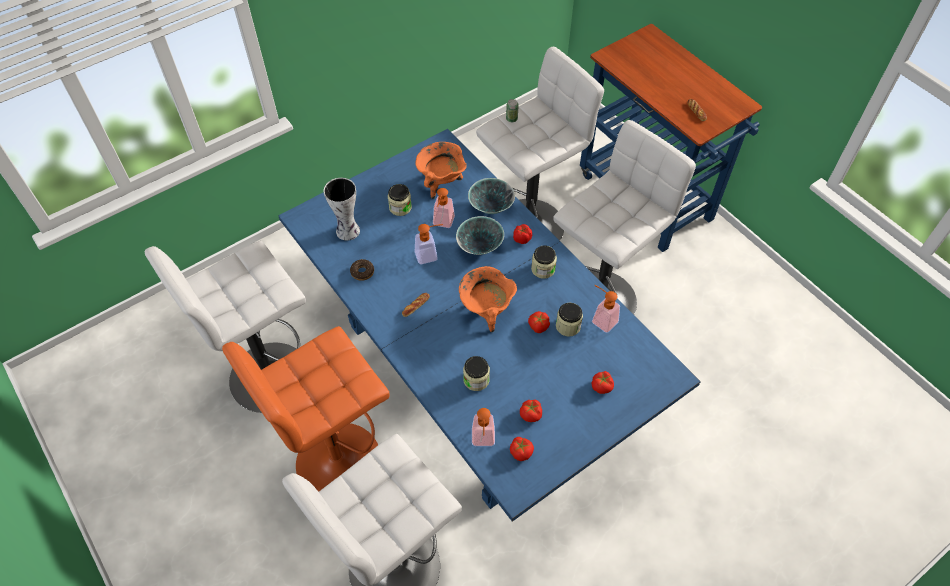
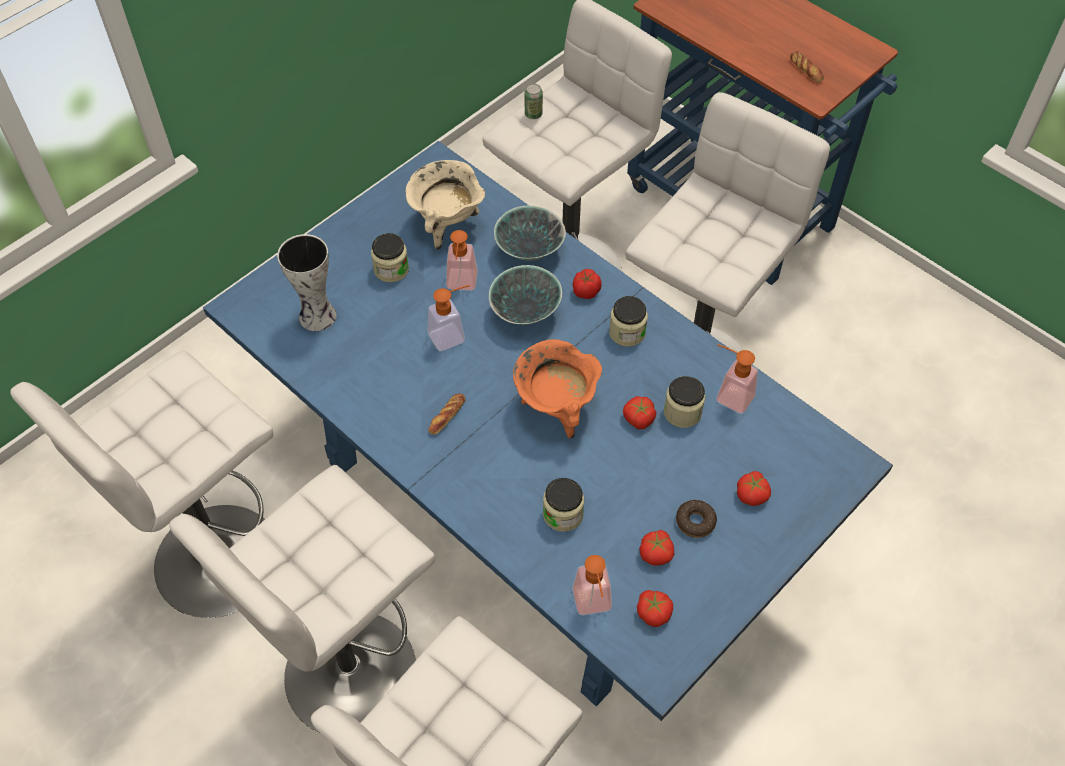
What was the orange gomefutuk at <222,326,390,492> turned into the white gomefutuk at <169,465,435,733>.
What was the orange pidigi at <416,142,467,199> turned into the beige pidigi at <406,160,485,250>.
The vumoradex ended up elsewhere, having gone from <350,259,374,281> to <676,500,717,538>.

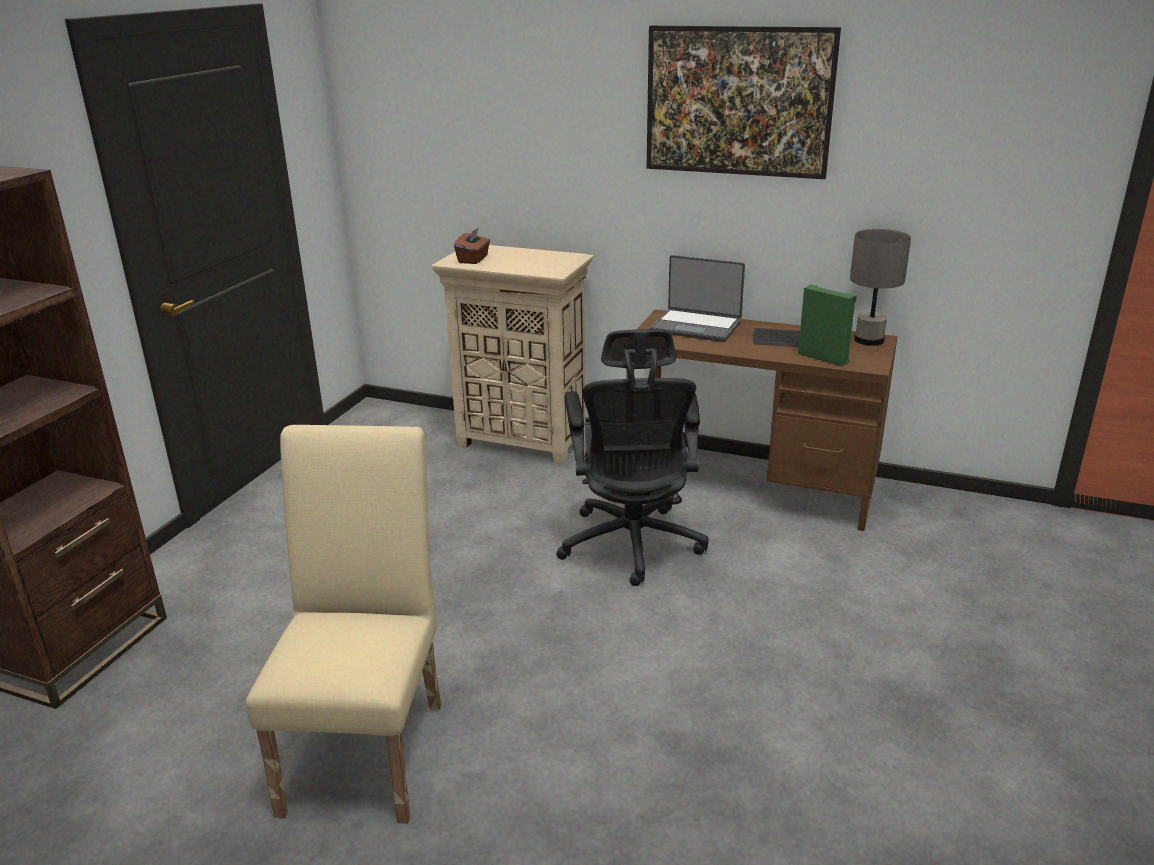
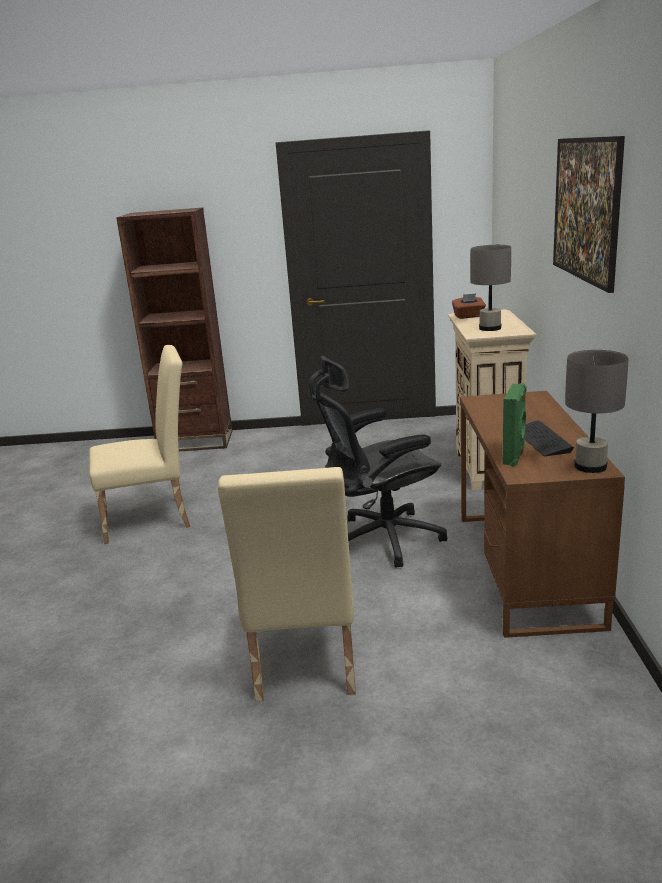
The second view gained the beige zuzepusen at <218,467,356,701>.
The second view gained the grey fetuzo at <470,245,511,331>.
The second view lost the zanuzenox at <650,255,745,342>.

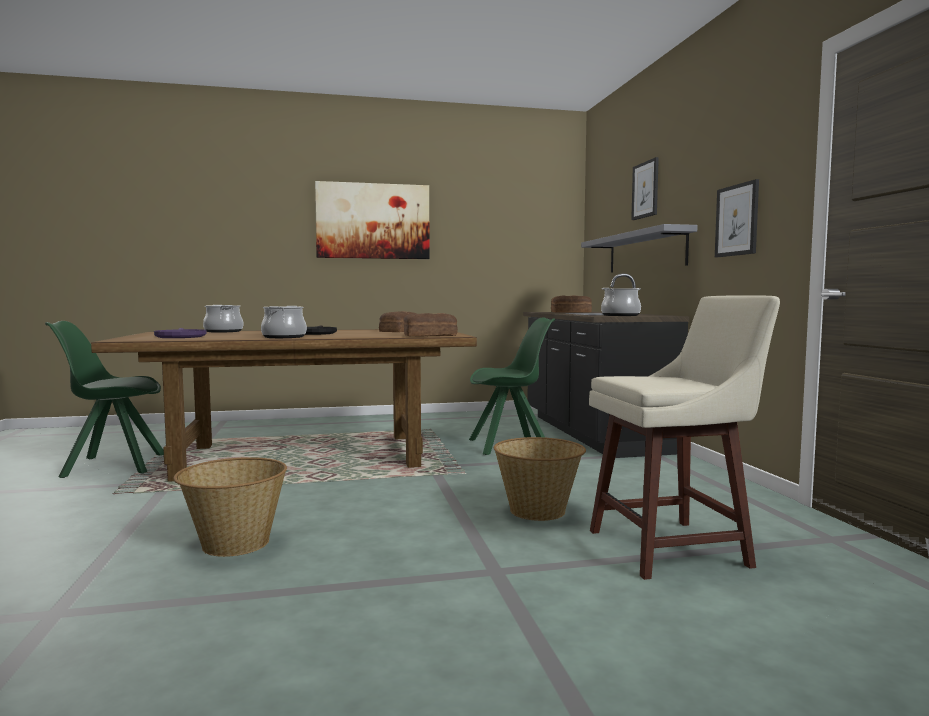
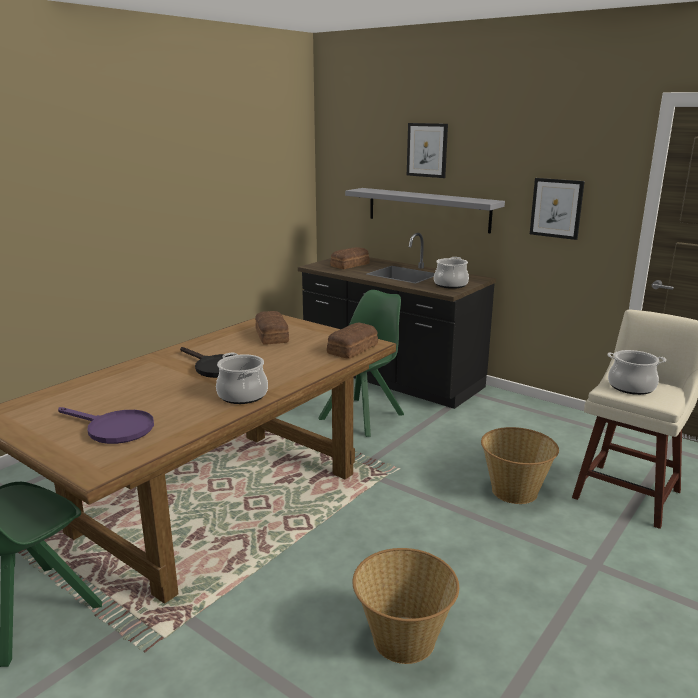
The pidigi ended up elsewhere, having gone from <203,305,243,333> to <608,350,666,395>.
The second view lost the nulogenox at <315,181,430,259>.

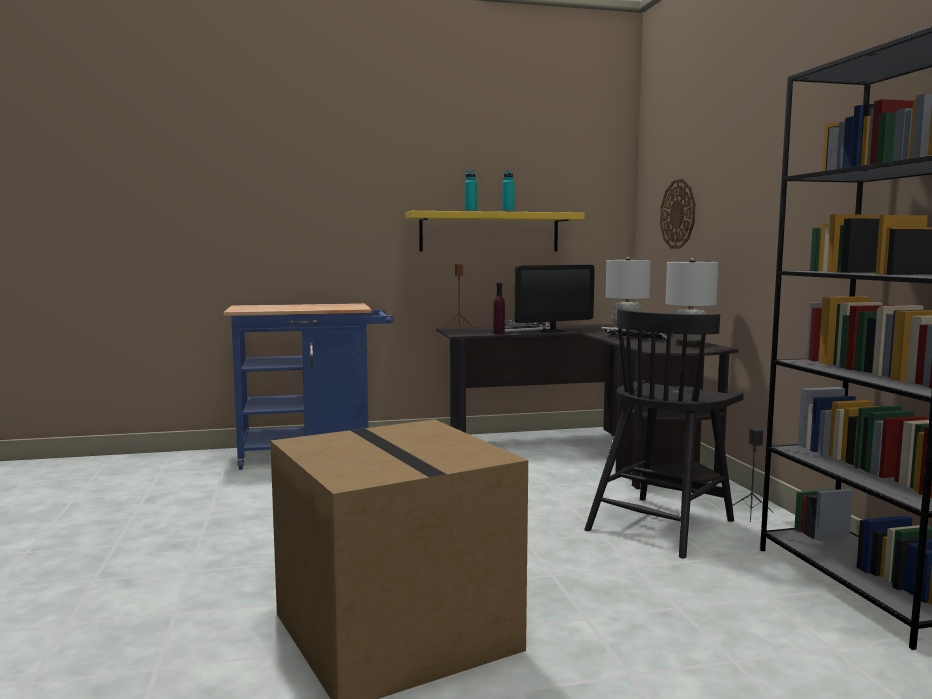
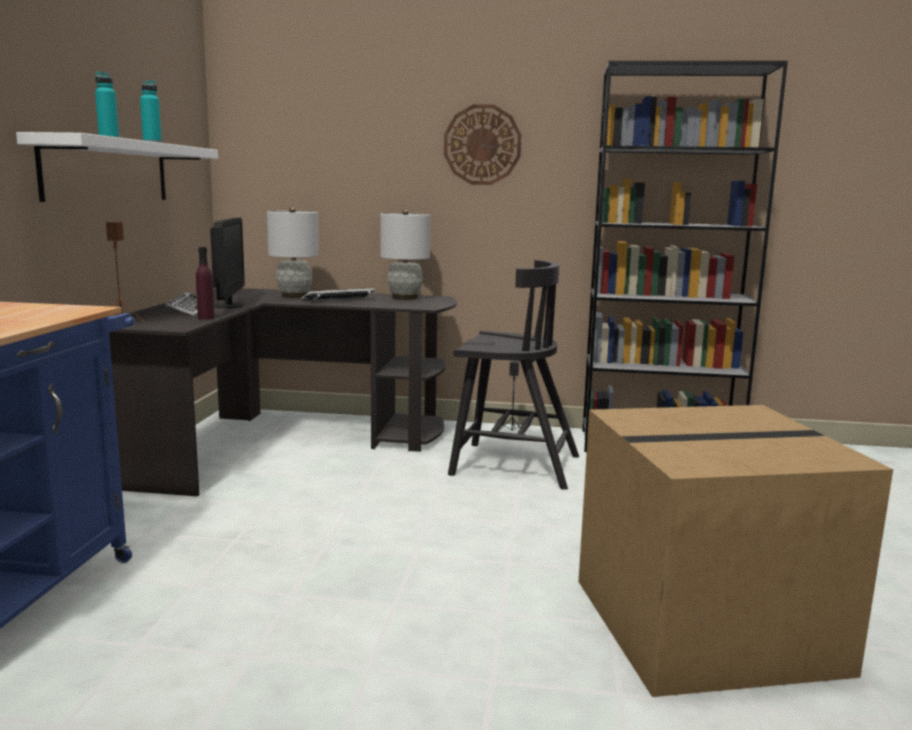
What was the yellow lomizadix at <405,211,585,252> turned into the white lomizadix at <16,132,218,202>.
The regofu ended up elsewhere, having gone from <660,179,695,249> to <444,104,521,185>.
The black zuzepusen at <584,308,744,559> ended up facing another way, 45 degrees counterclockwise from before.

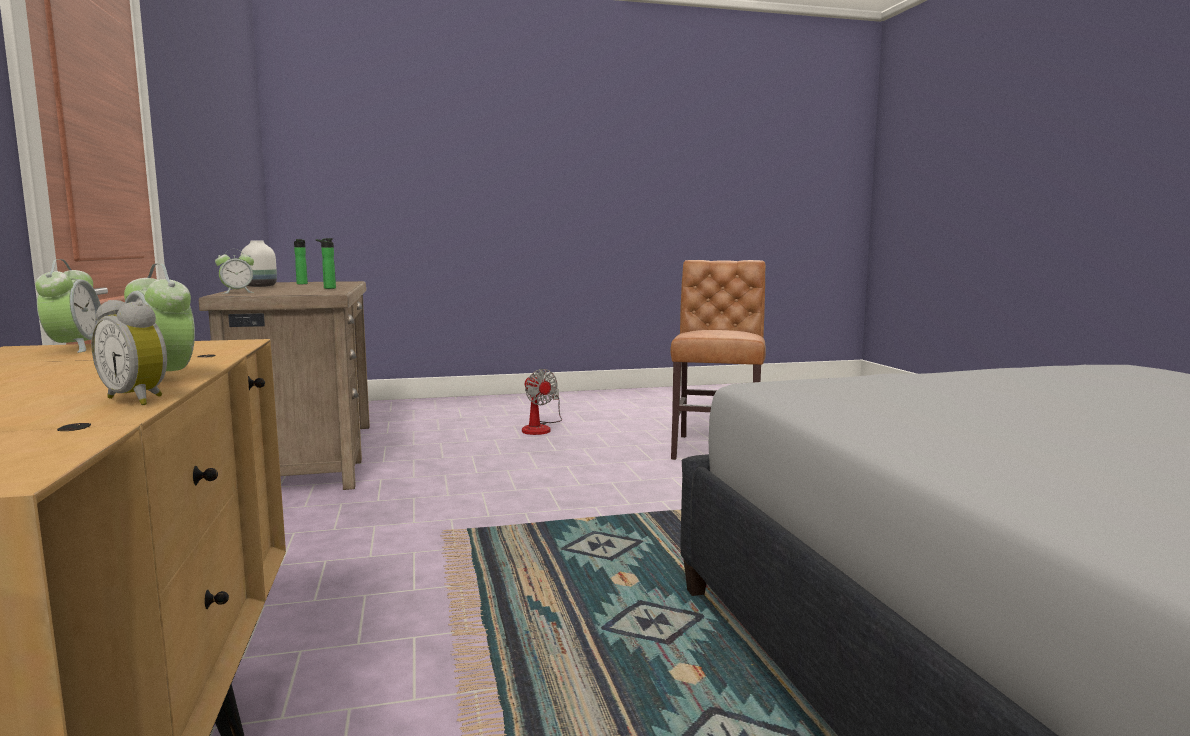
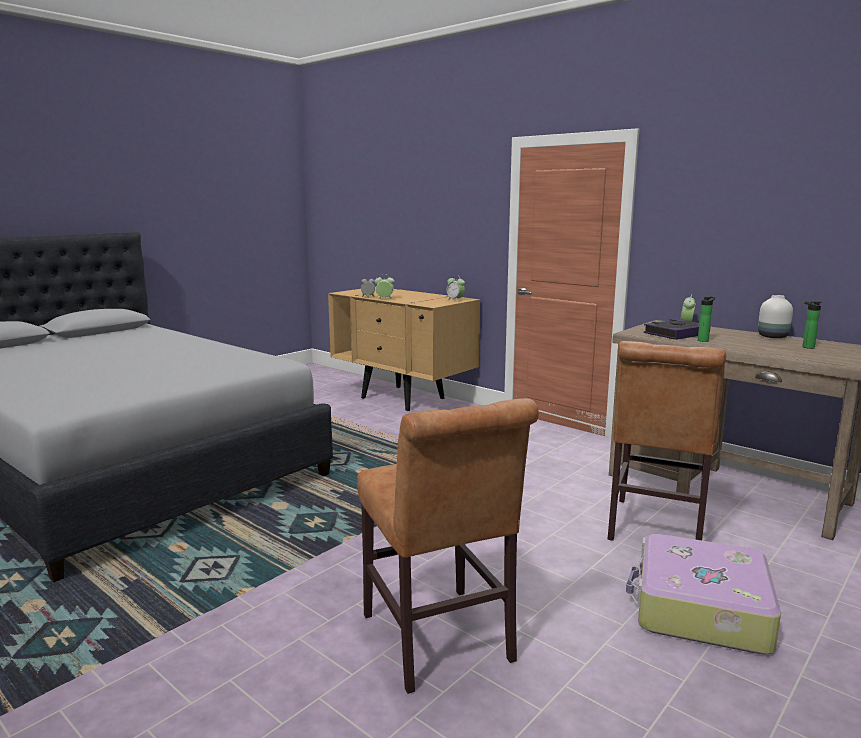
The second view gained the brown zuzepusen at <608,341,726,541>.
Where the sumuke stood at <522,369,562,435>, the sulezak came to stand at <626,534,781,654>.
The second view gained the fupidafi at <643,319,710,340>.

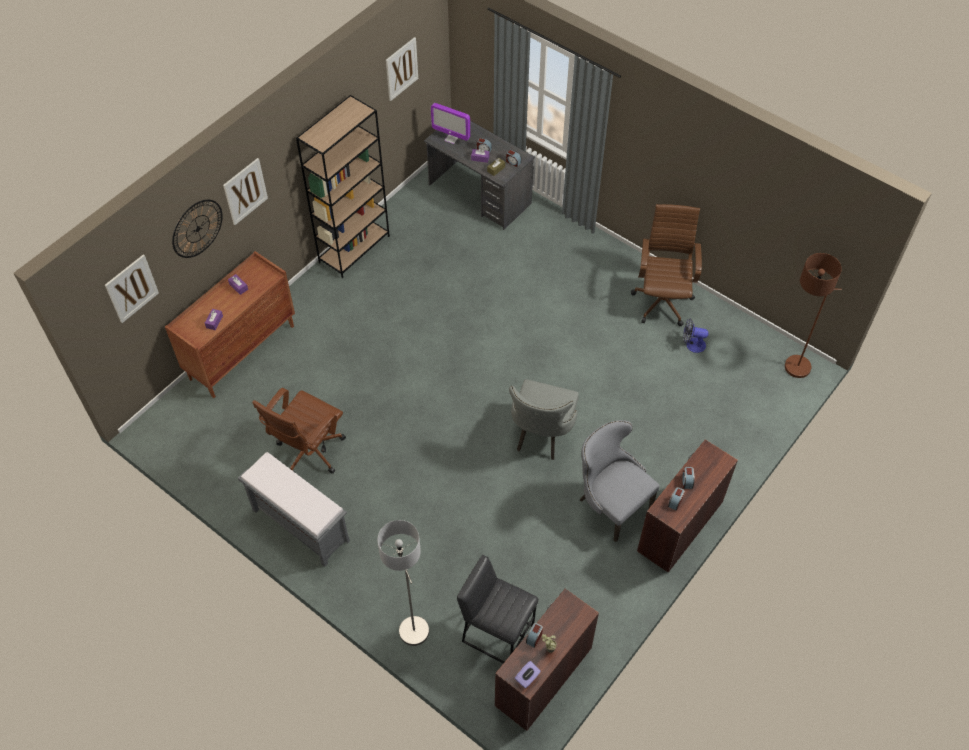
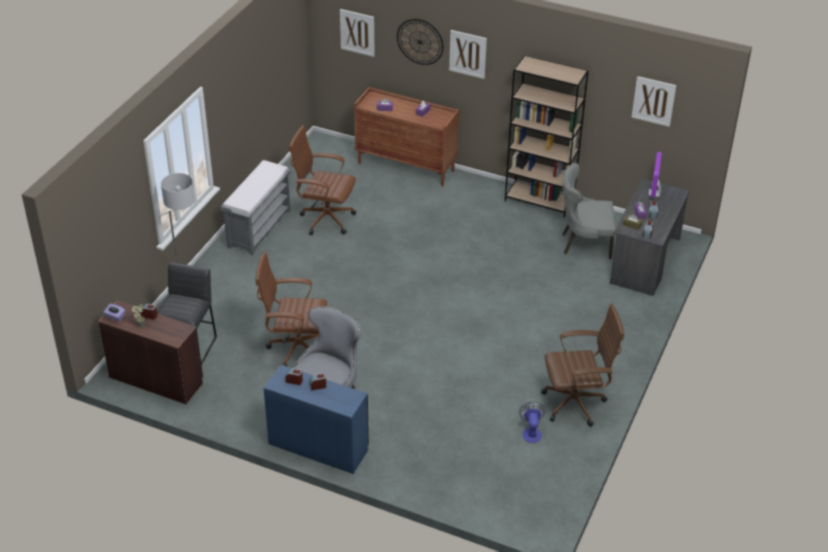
The second view gained the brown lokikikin at <256,251,327,367>.
What was the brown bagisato at <637,440,738,573> turned into the blue bagisato at <263,365,369,474>.
The grey zuzepusen ended up elsewhere, having gone from <509,379,579,460> to <562,163,616,259>.
The second view lost the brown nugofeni at <785,253,842,378>.

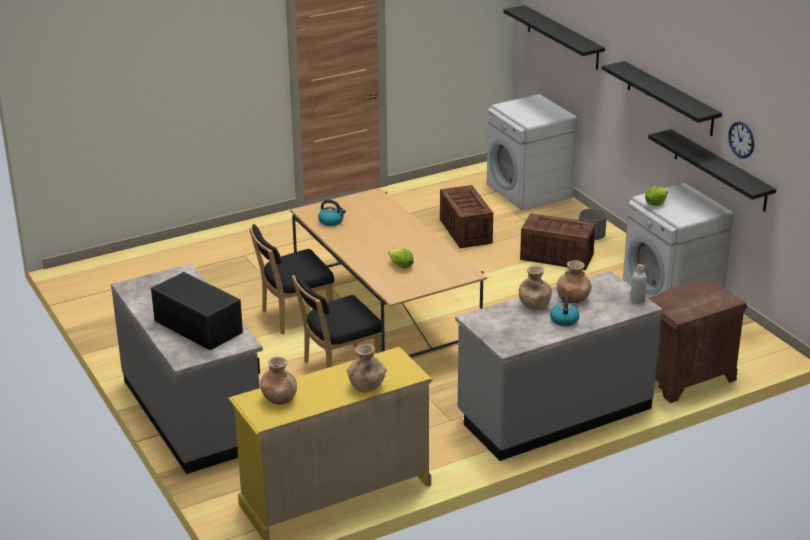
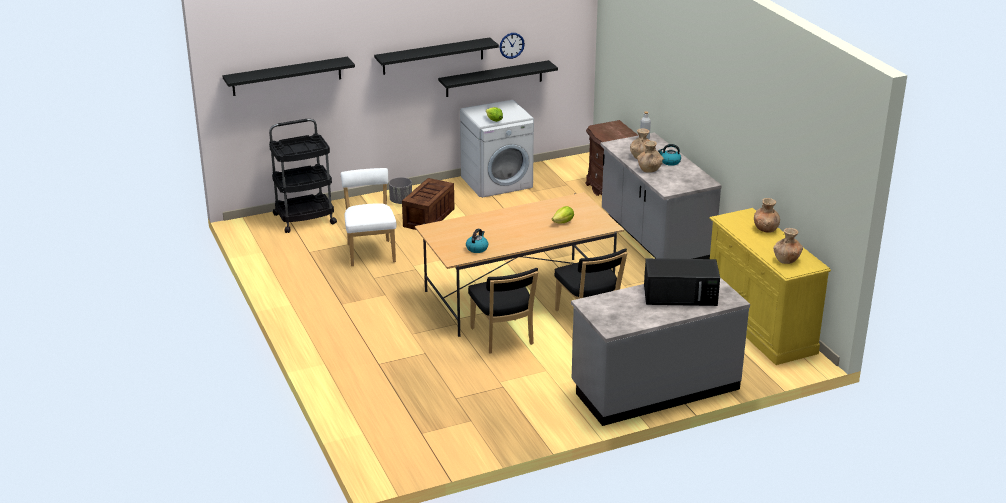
Where the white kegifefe stood at <487,94,577,210>, the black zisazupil came to stand at <269,119,337,233>.
Where the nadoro stood at <440,185,493,248>, the white zuzepusen came to stand at <341,168,396,266>.
The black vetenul at <151,272,243,350> ended up facing another way, 135 degrees counterclockwise from before.

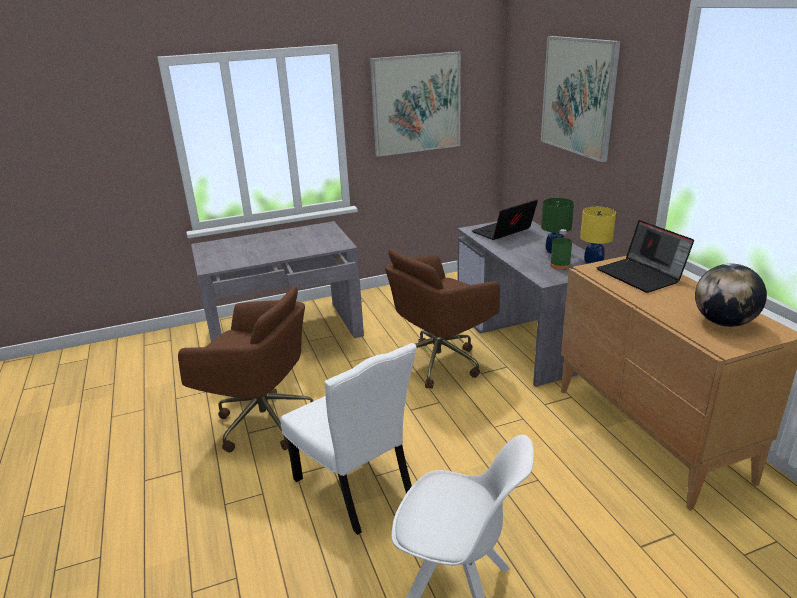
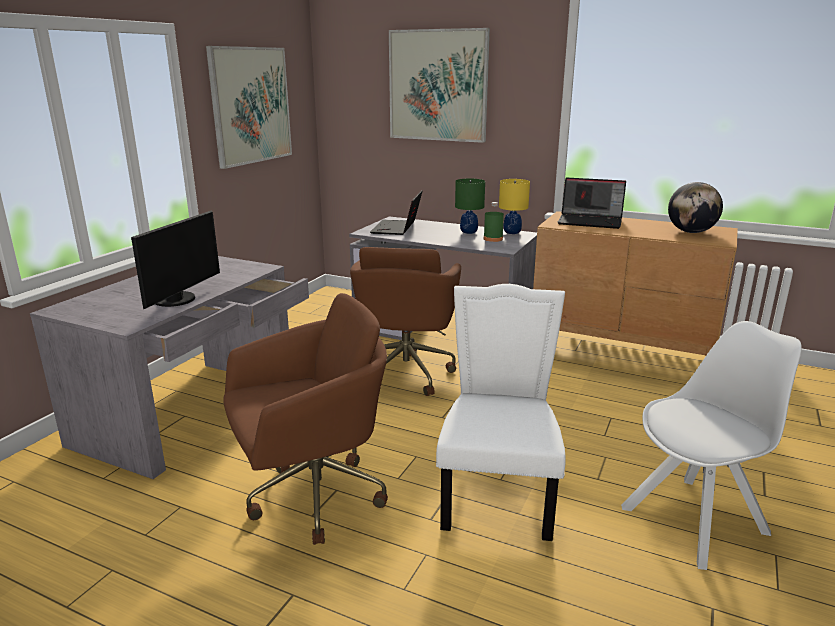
The second view gained the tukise at <131,211,220,309>.
The white zuzepusen at <280,343,417,535> ended up facing another way, 90 degrees counterclockwise from before.

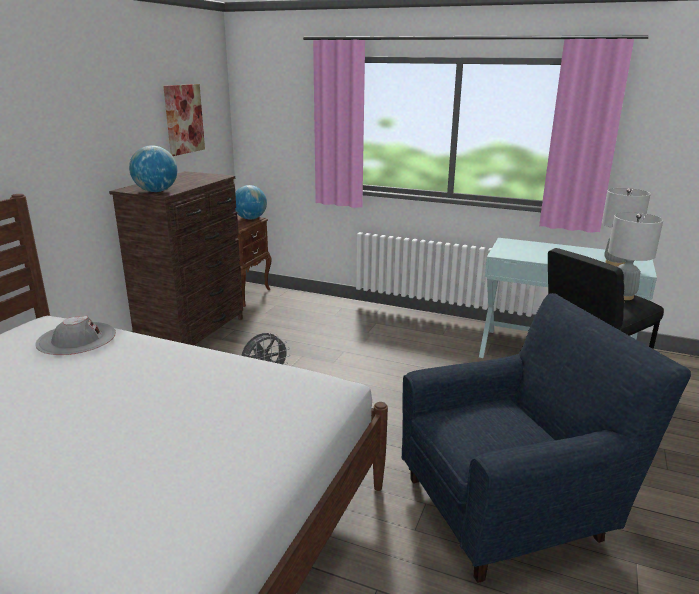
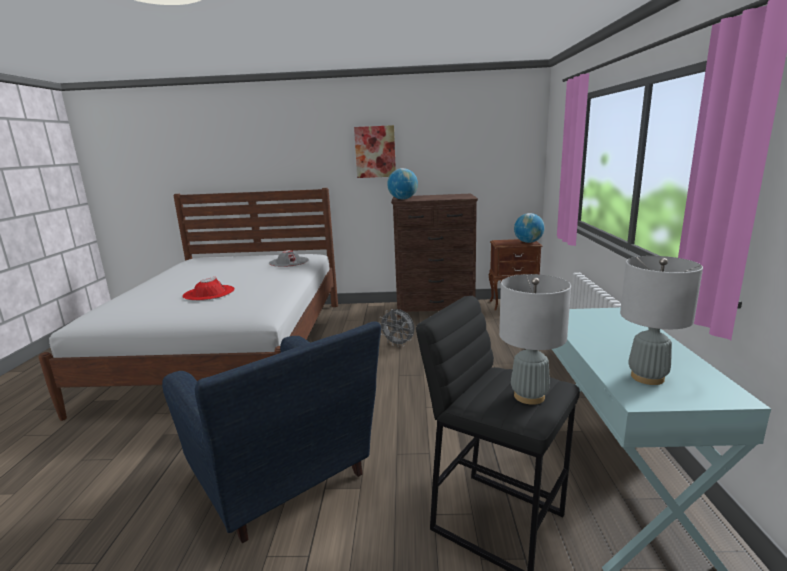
The second view gained the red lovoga at <183,277,235,301>.
The nulogenox ended up elsewhere, having gone from <163,84,205,156> to <354,125,396,178>.

